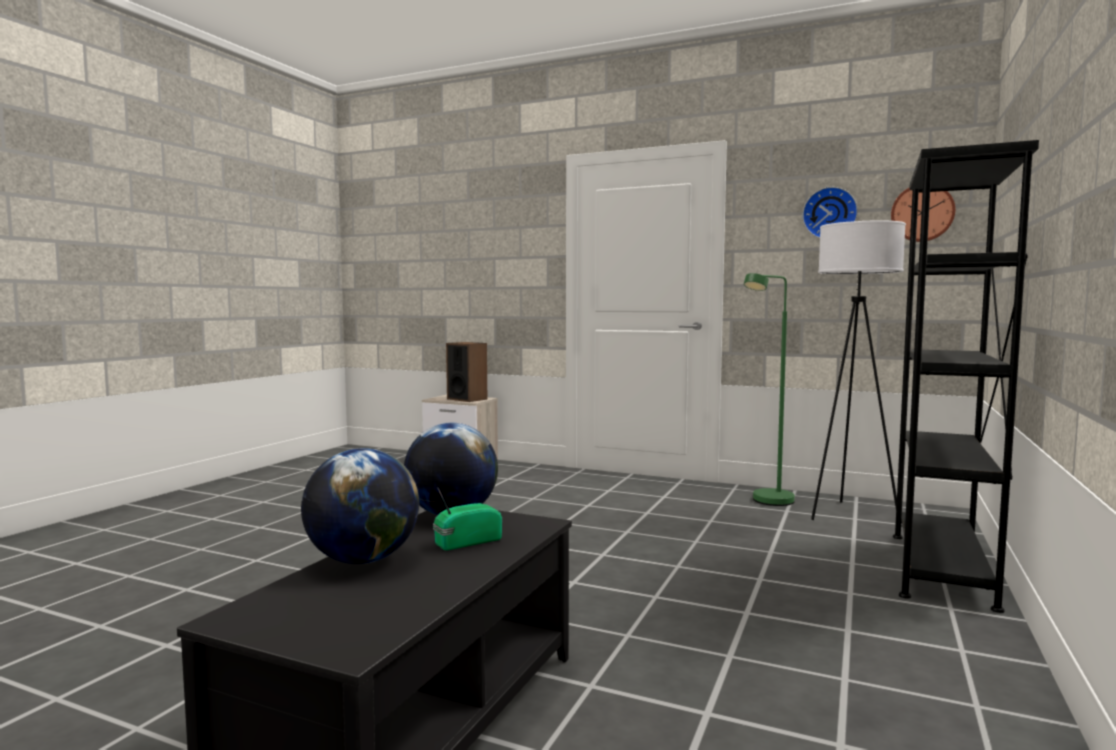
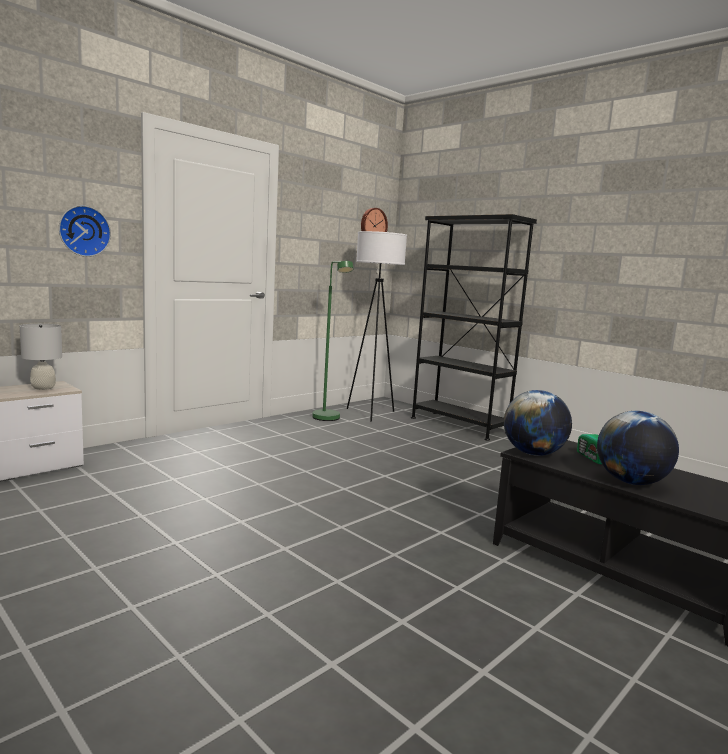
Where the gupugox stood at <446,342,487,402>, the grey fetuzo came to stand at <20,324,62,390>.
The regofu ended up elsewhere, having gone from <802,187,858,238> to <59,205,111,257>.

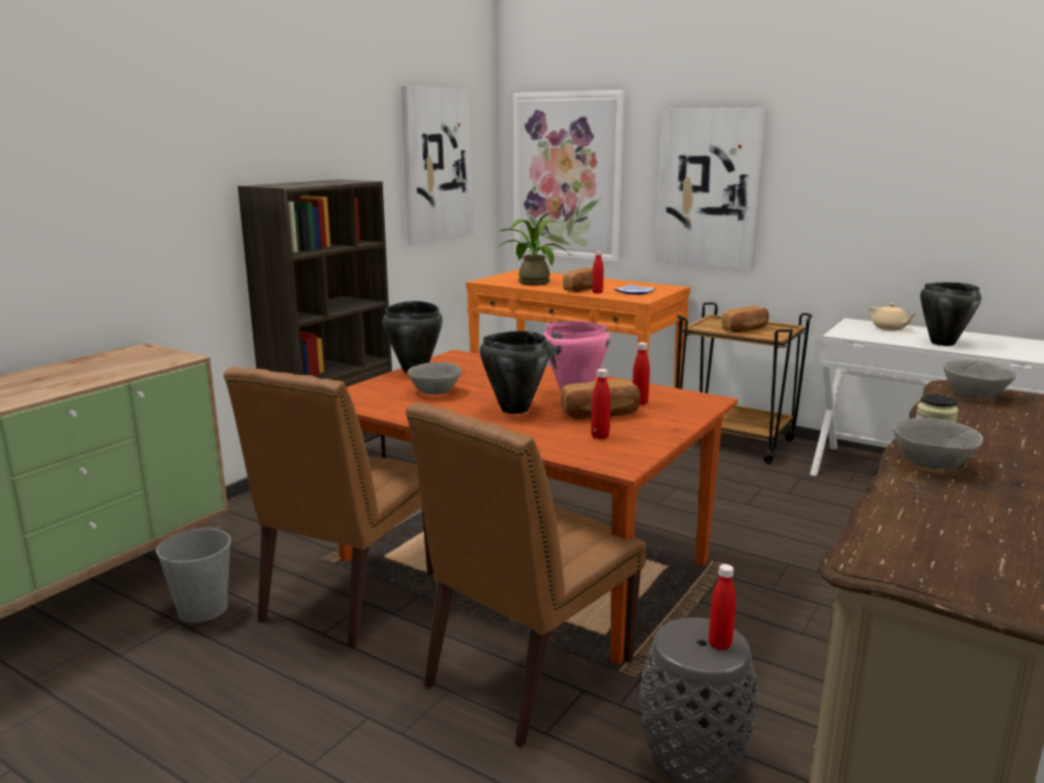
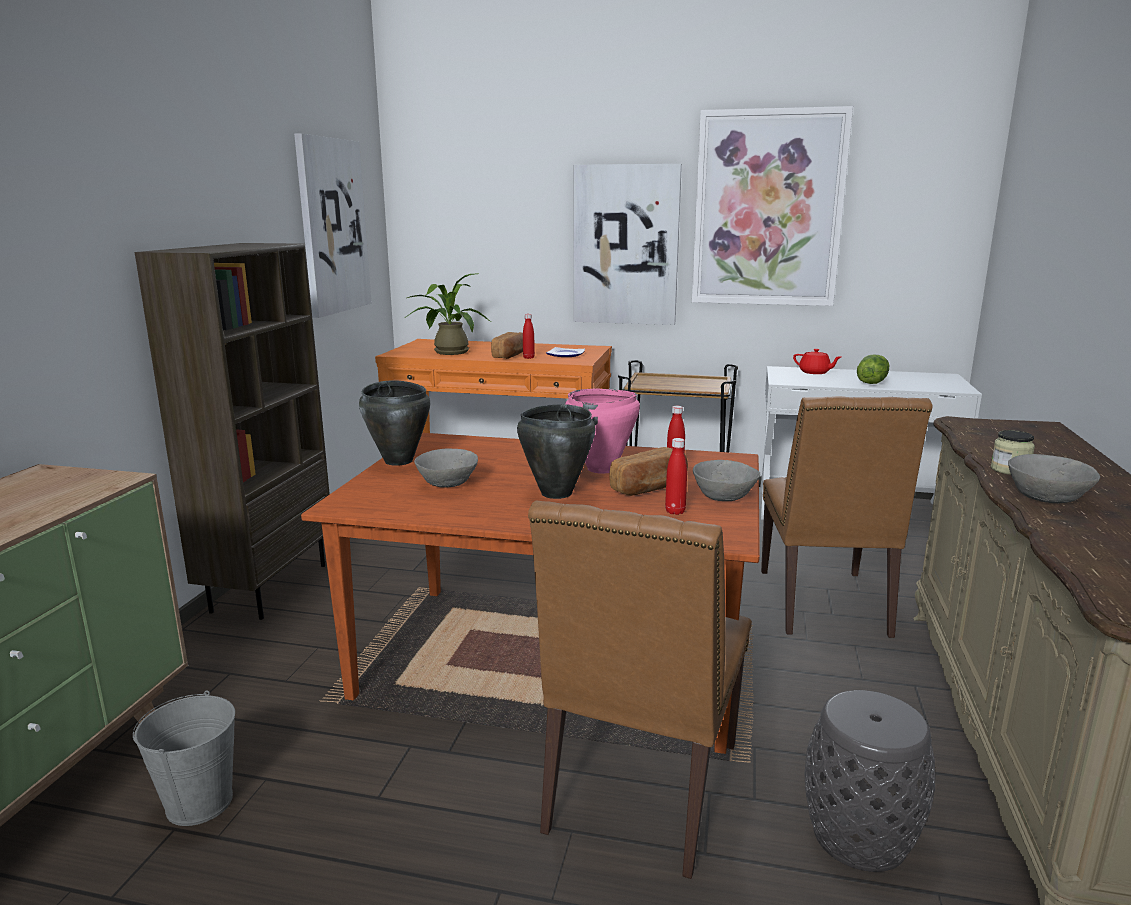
The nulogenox ended up elsewhere, having gone from <513,90,625,262> to <692,106,853,306>.
The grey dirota ended up elsewhere, having gone from <943,360,1017,399> to <693,460,760,501>.
The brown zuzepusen ended up elsewhere, having gone from <224,367,434,648> to <761,396,932,638>.
What was the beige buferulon at <869,303,918,330> turned into the red buferulon at <793,349,841,374>.
Where the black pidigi stood at <920,282,981,346>, the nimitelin came to stand at <857,355,889,384>.
The second view lost the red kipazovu at <708,564,736,650>.
The second view lost the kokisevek at <722,306,769,333>.

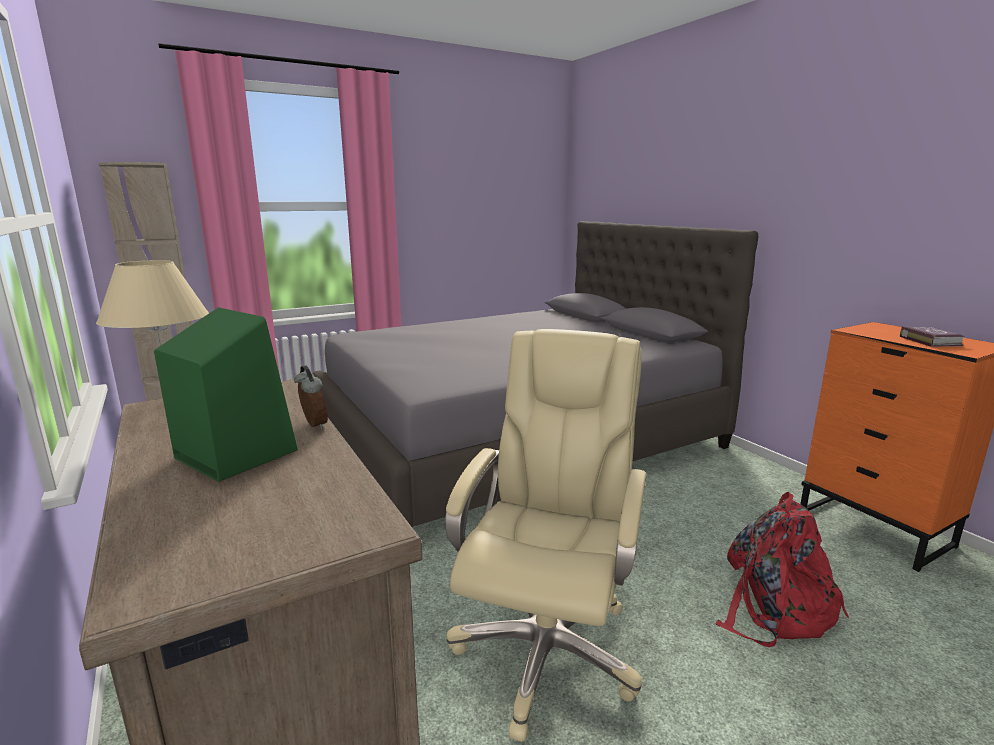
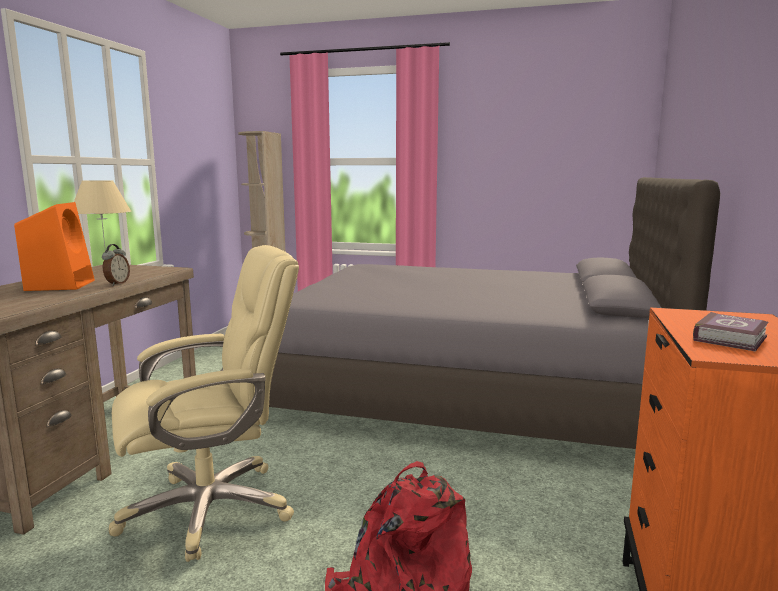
What was the green gupugox at <154,307,298,482> turned into the orange gupugox at <14,202,95,291>.

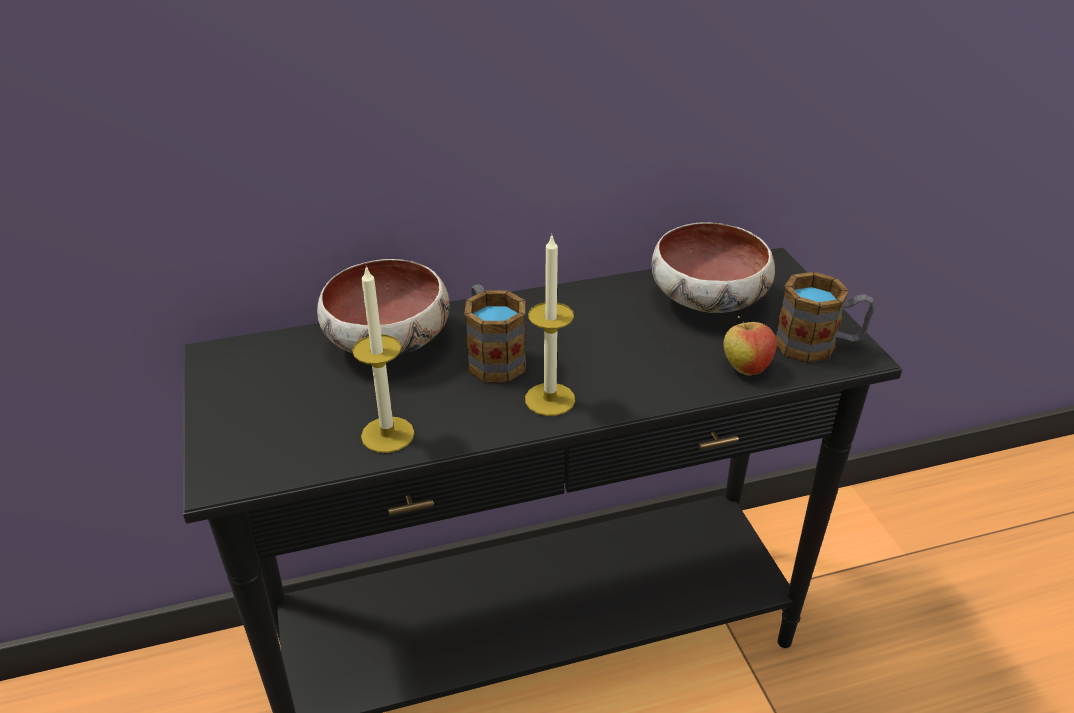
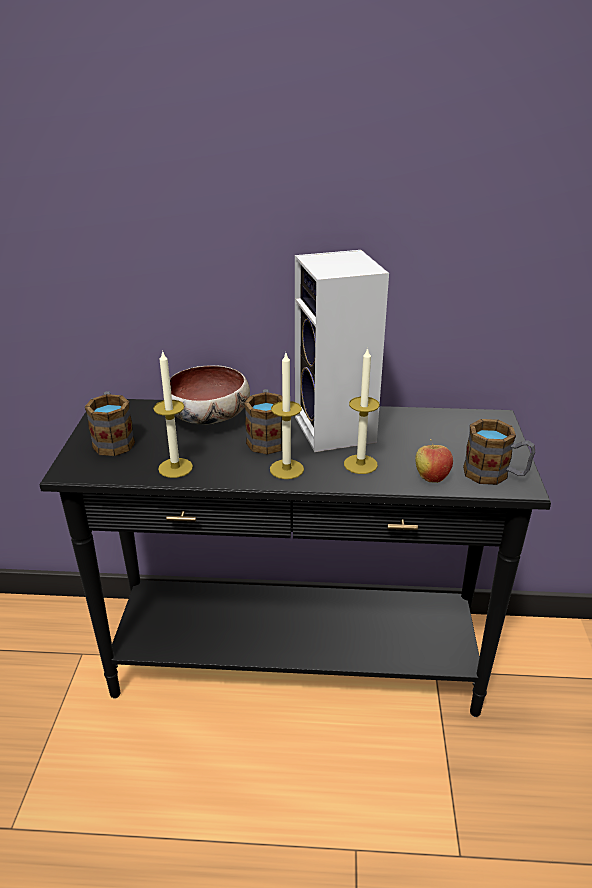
The second view gained the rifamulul at <85,391,135,456>.
The second view gained the gupugox at <295,250,389,452>.
The second view gained the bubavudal at <344,347,380,474>.
The second view lost the dirota at <652,222,775,313>.

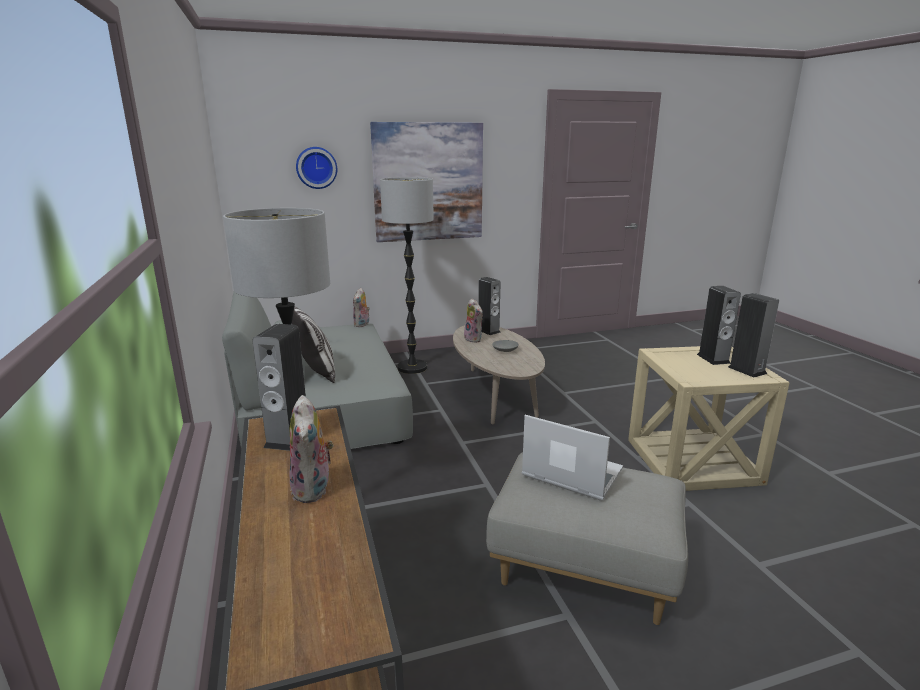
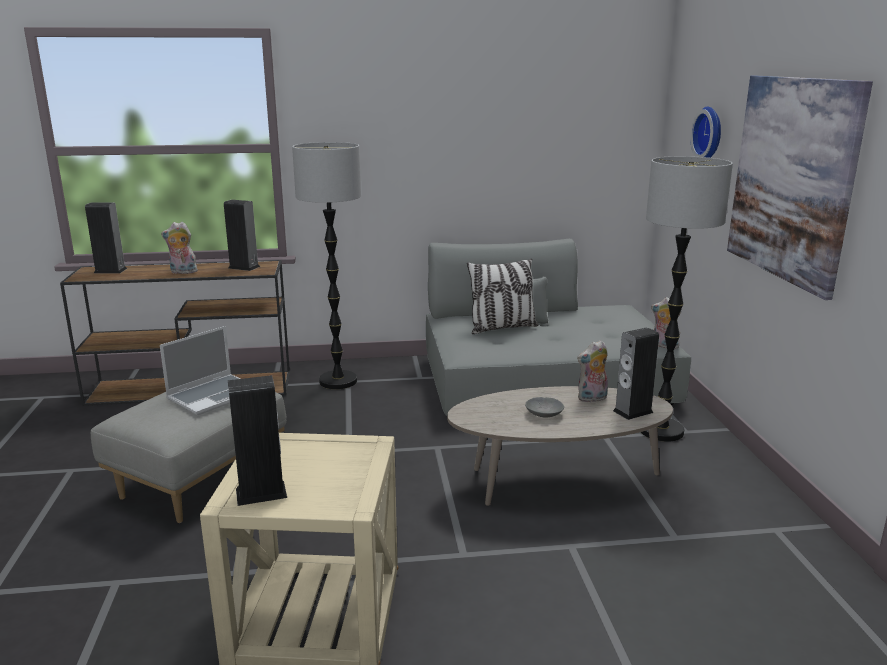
The gupugox ended up elsewhere, having gone from <697,286,741,365> to <85,203,127,273>.

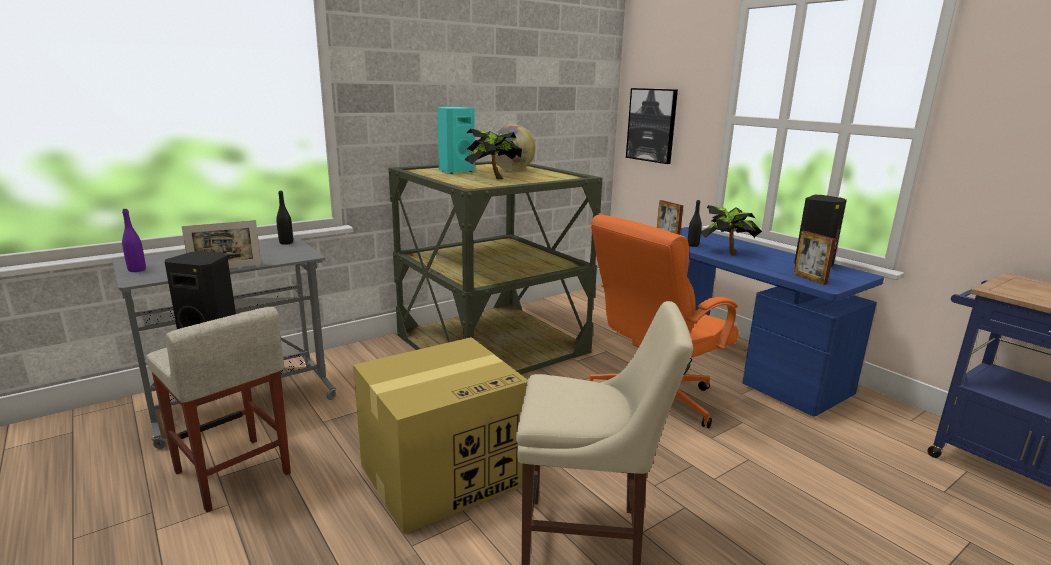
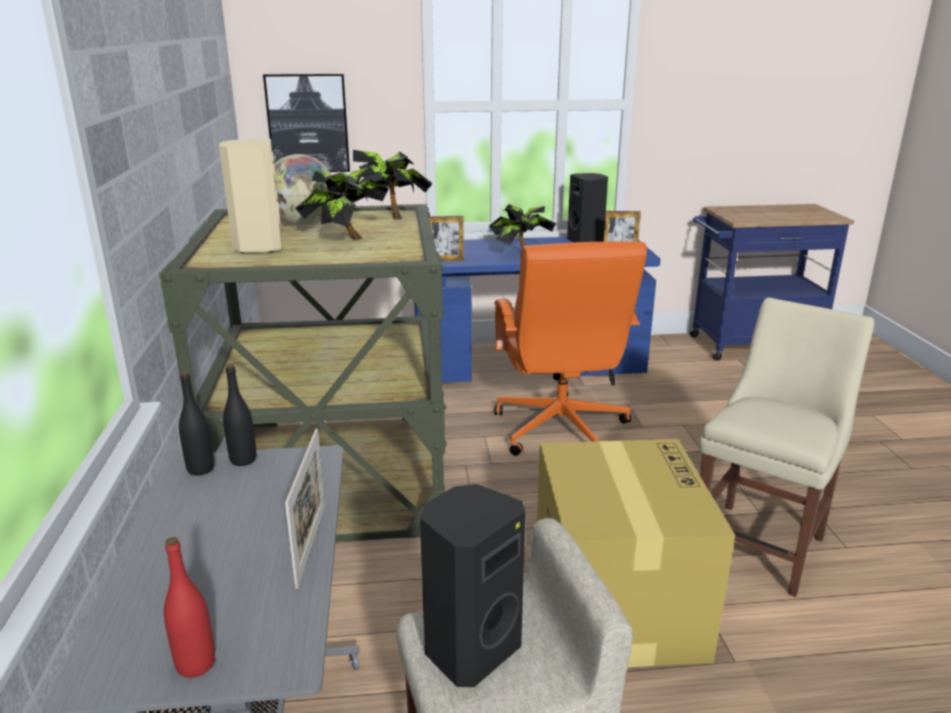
What was the purple kipazovu at <122,209,146,272> turned into the red kipazovu at <164,537,215,678>.
What was the turquoise gupugox at <437,107,475,174> turned into the beige gupugox at <219,138,282,253>.
The black kipazovu ended up elsewhere, having gone from <688,200,702,247> to <223,364,256,466>.
The second view gained the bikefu at <353,150,433,220>.

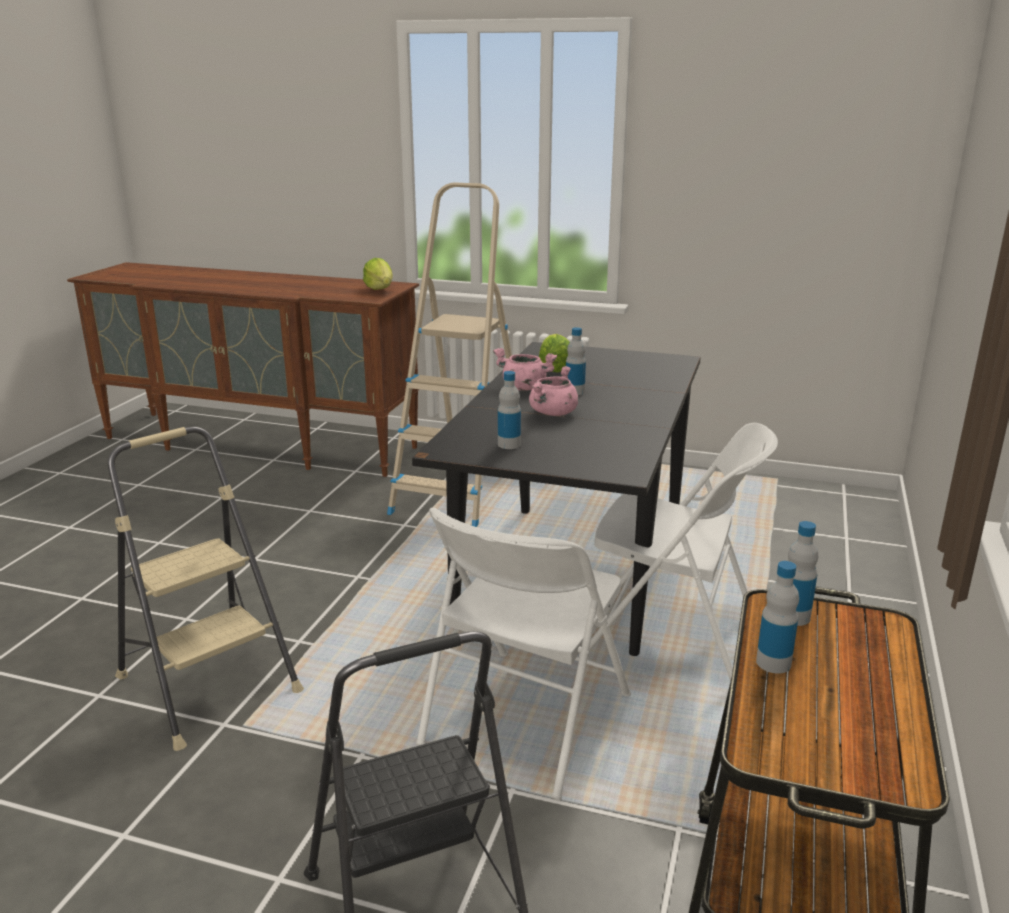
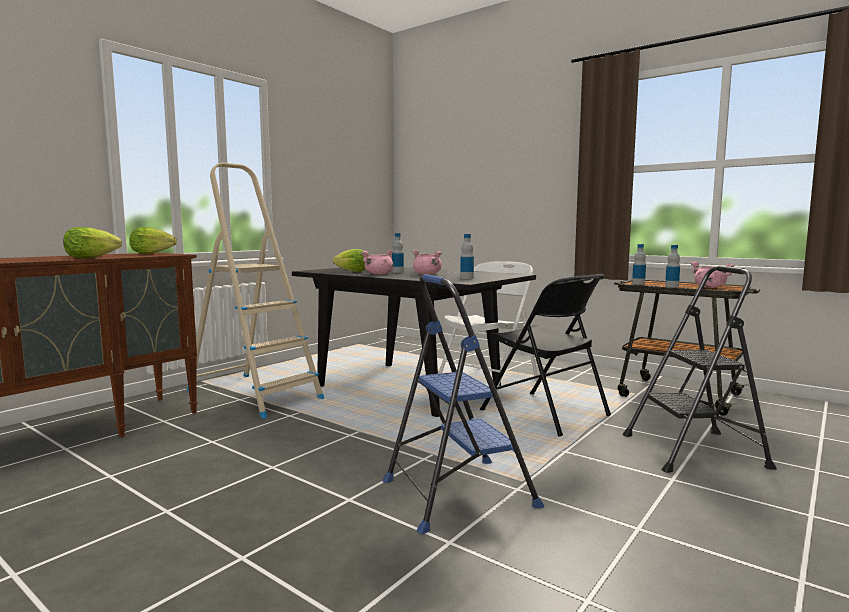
The second view gained the nimitelin at <63,227,122,258>.
What was the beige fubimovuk at <108,427,304,751> turned into the blue fubimovuk at <382,274,544,534>.
What was the white zuzepusen at <416,508,631,801> turned into the black zuzepusen at <480,274,611,437>.
The second view gained the pink pidigi at <691,262,735,288>.

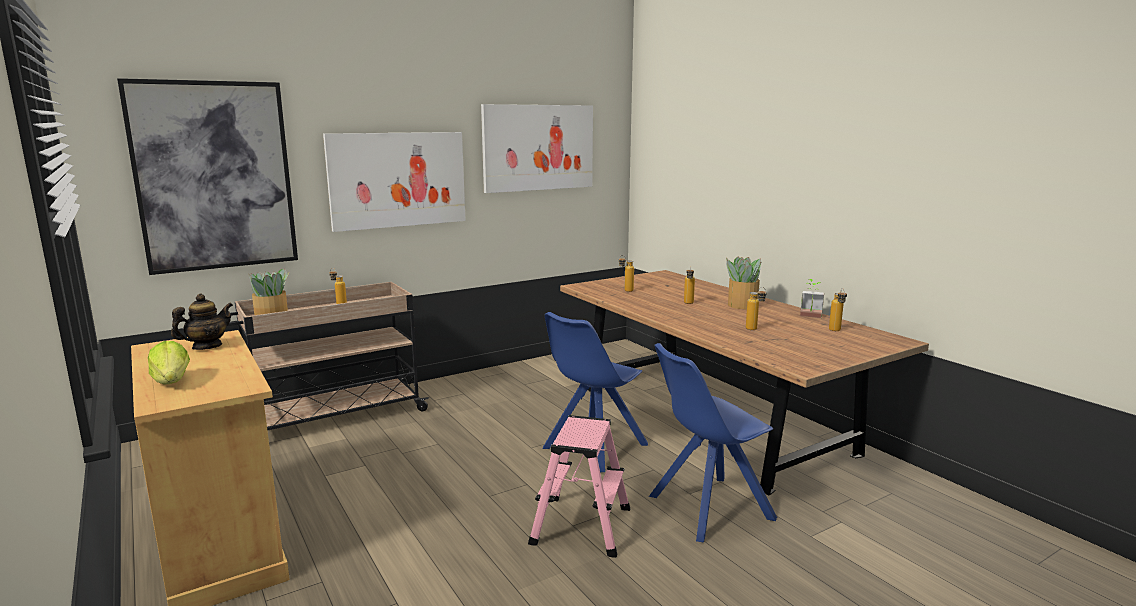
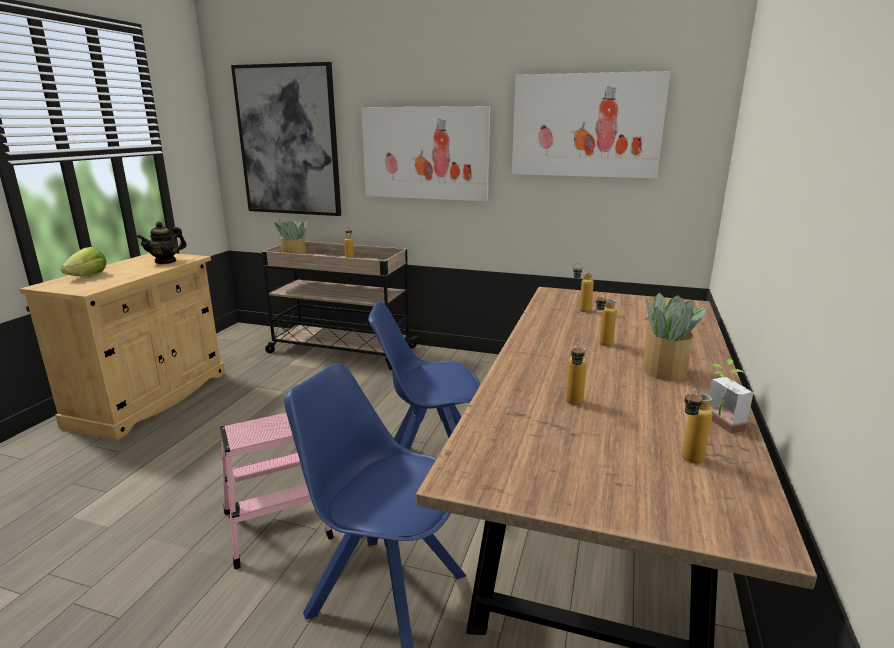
The buferulon at <171,293,233,350> ended up facing another way, 135 degrees clockwise from before.

